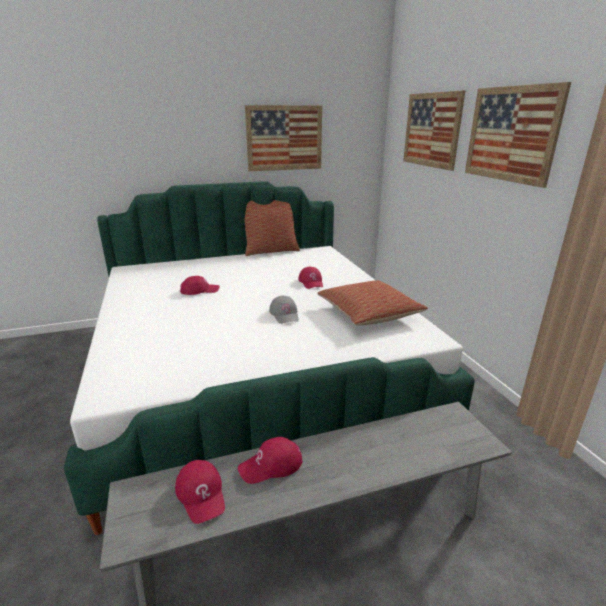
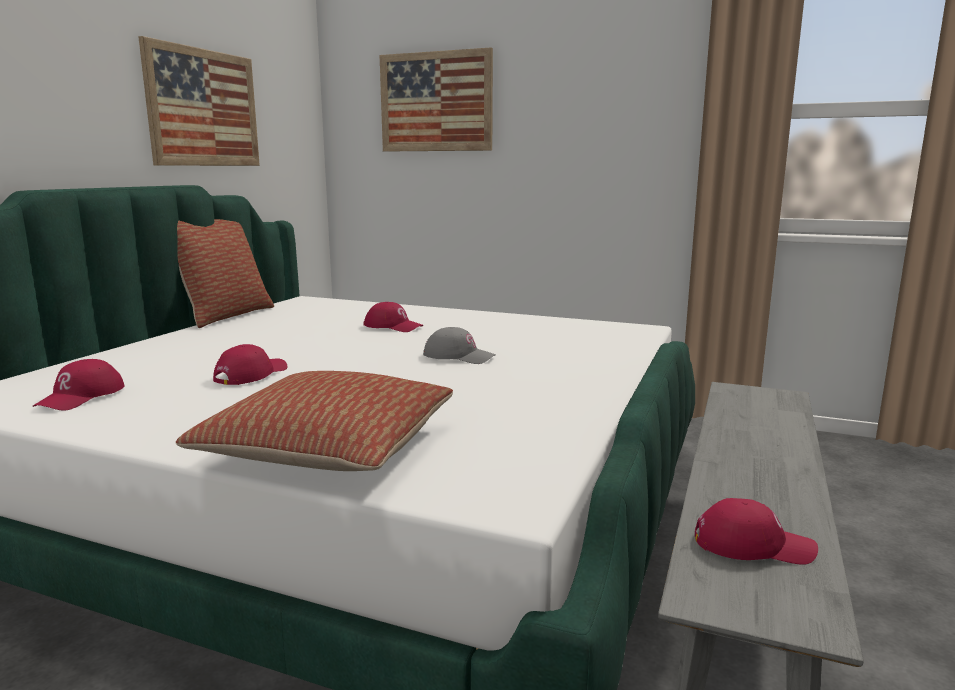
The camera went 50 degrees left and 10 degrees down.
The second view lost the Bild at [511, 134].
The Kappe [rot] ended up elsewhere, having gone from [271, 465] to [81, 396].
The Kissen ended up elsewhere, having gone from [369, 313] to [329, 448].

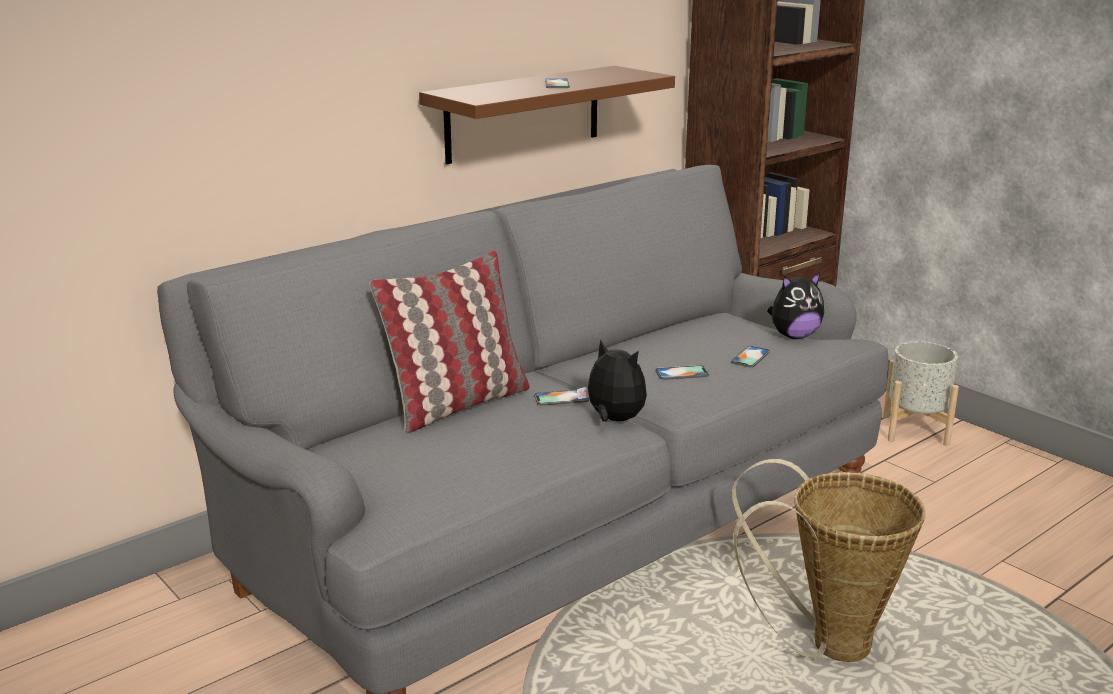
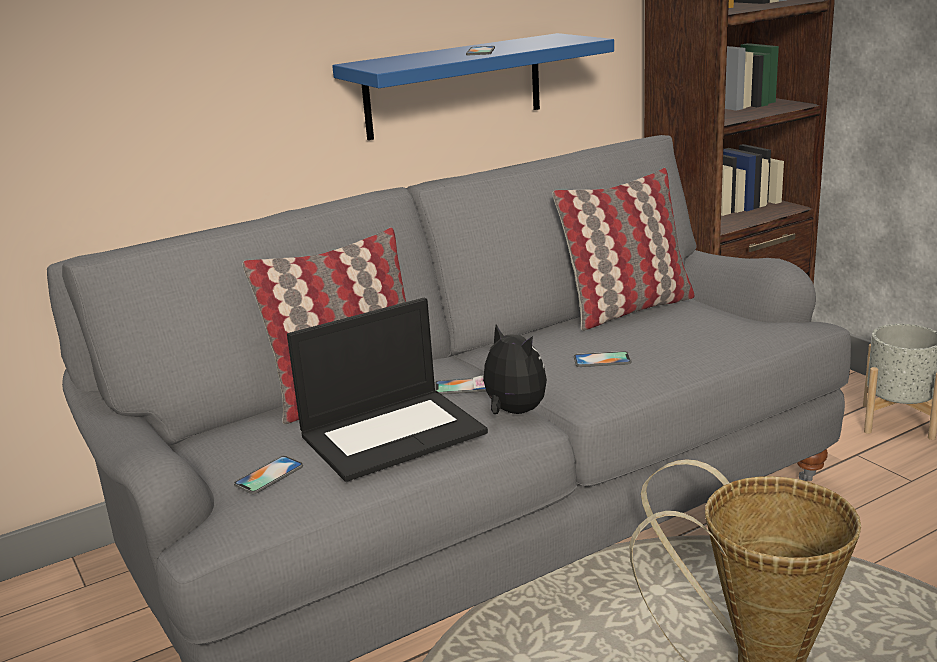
The camera went 10 degrees right and 0 degrees up.
The second view lost the Plüschtier at [794, 336].
The second view gained the Laptop at [393, 433].
The second view gained the Kissen at [627, 309].
The Handy ended up elsewhere, having gone from [750, 357] to [269, 475].
What was the Wandregal [braun] at [523, 114] turned into the Wandregal [blau] at [454, 86].

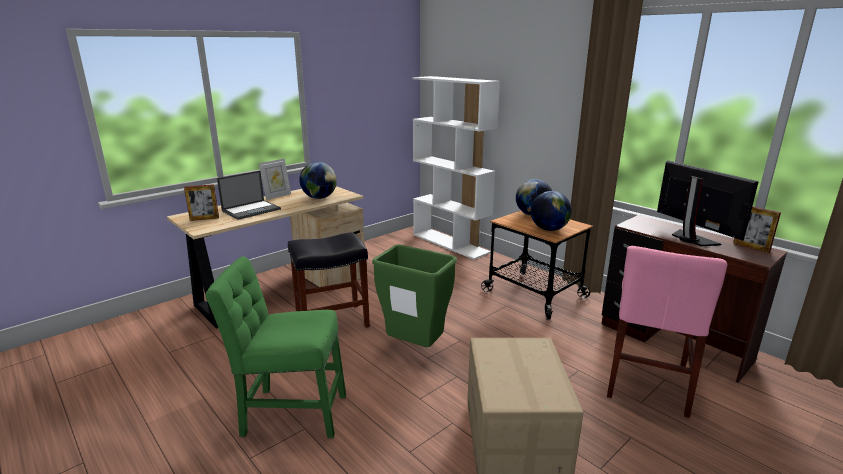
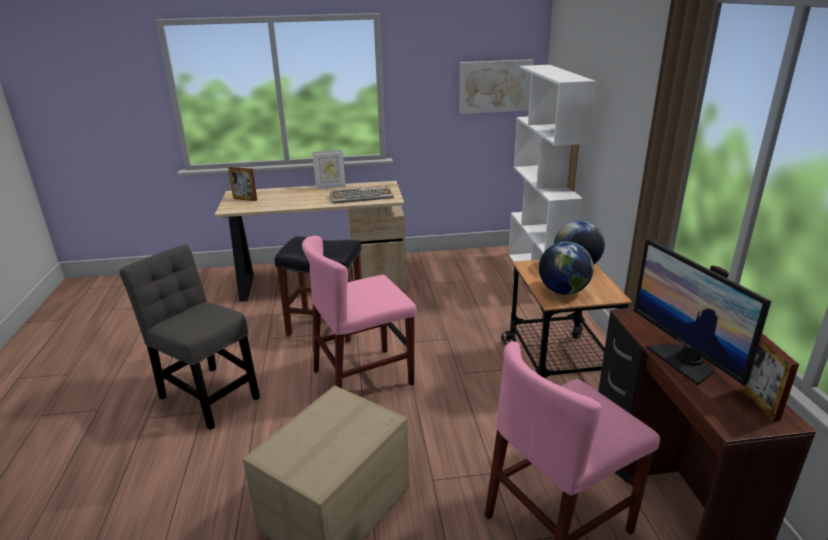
The camera went 35 degrees right and 5 degrees up.
The second view lost the Laptop at [252, 210].
The second view gained the Bild at [495, 86].
Where the Globus stood at [319, 197], the Tastatur came to stand at [362, 196].
Where the Mülleimer [grün] stood at [414, 347], the Stuhl [rosa] came to stand at [363, 377].
What was the Stuhl [grün] at [289, 413] turned into the Stuhl [grau] at [207, 395].
The Monitor at [691, 239] ended up facing another way, 150 degrees clockwise from before.

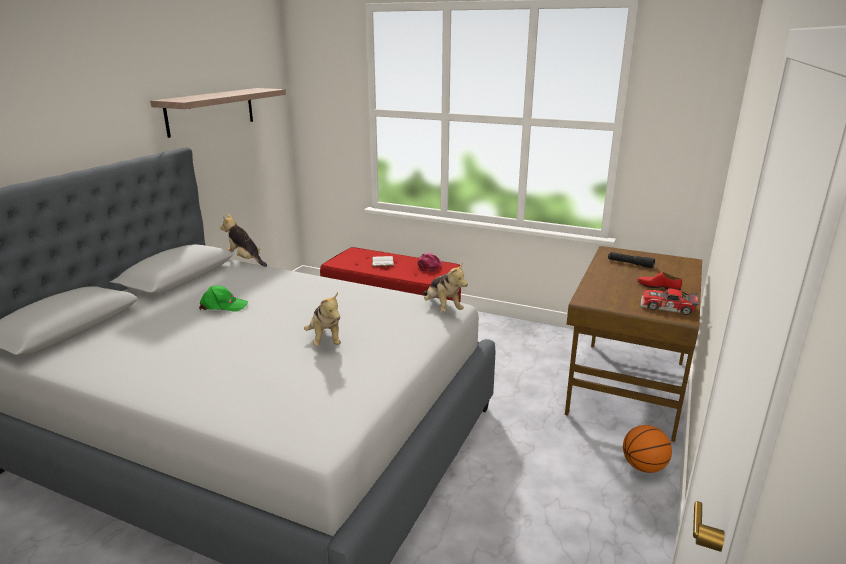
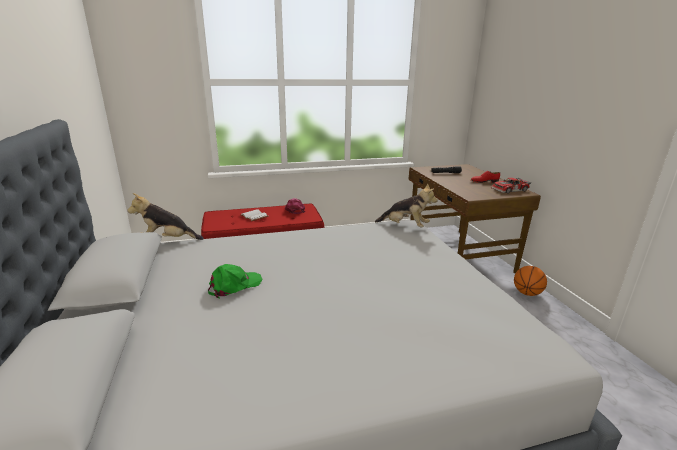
The camera went 40 degrees left and 0 degrees up.
The second view lost the Wandregal at [211, 111].
The second view lost the Plüschtier at [325, 340].

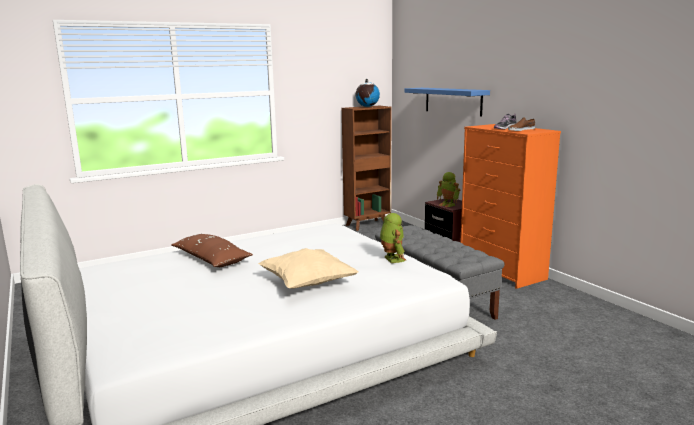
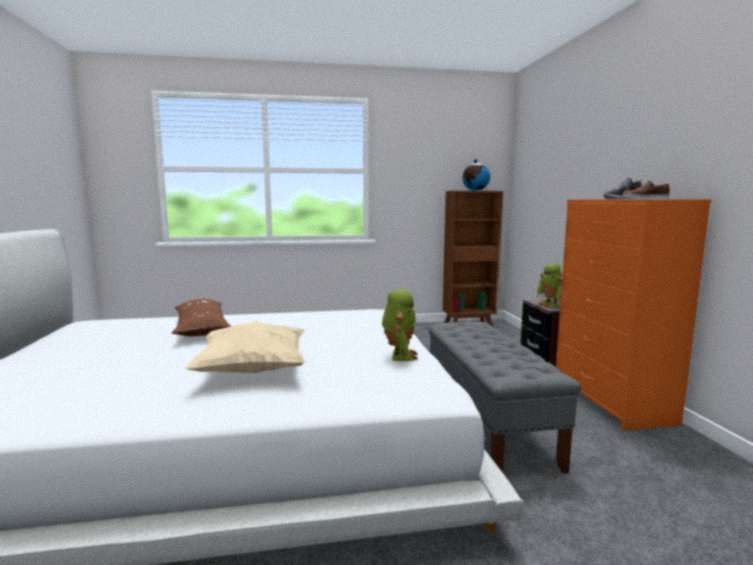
The camera went 20 degrees right and 5 degrees down.
The second view lost the Wandregal [blau] at [453, 101].

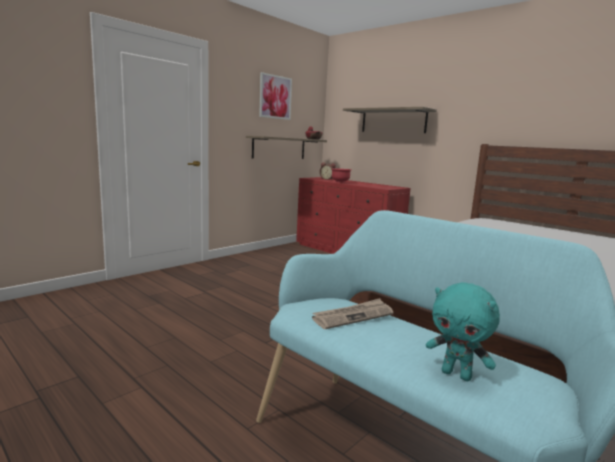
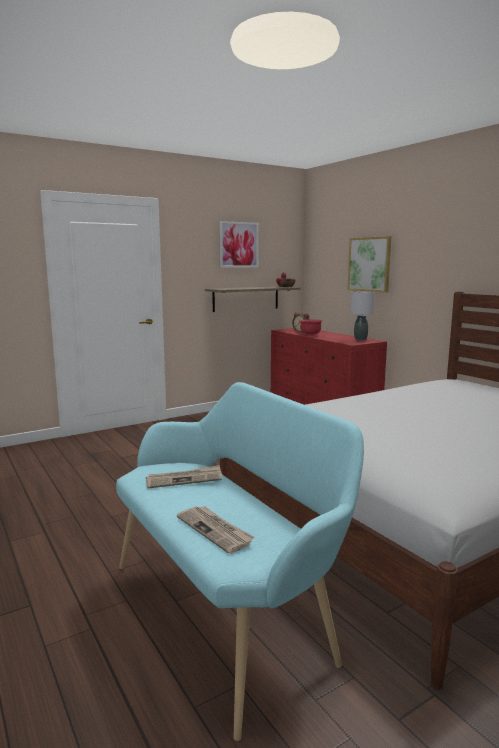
The camera went 15 degrees right and 0 degrees up.
The second view gained the Tischlampe [grau] at [360, 339].
Where the Wandregal hung at [393, 121], the Bild came to hang at [369, 264].
Where the Plüschtier [türkis] stood at [457, 375], the Zeitung came to stand at [215, 530].

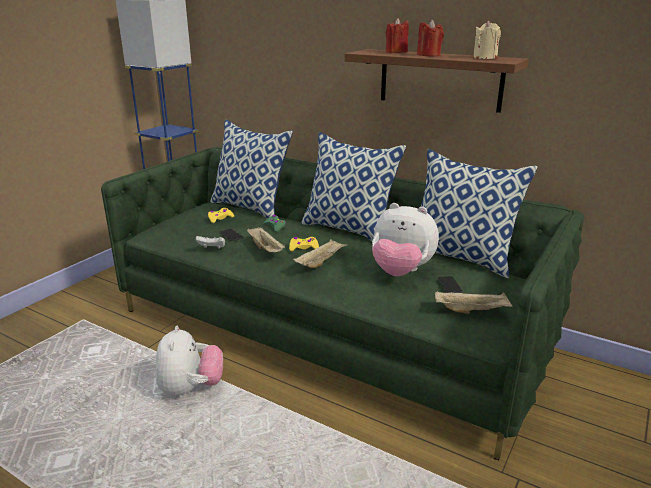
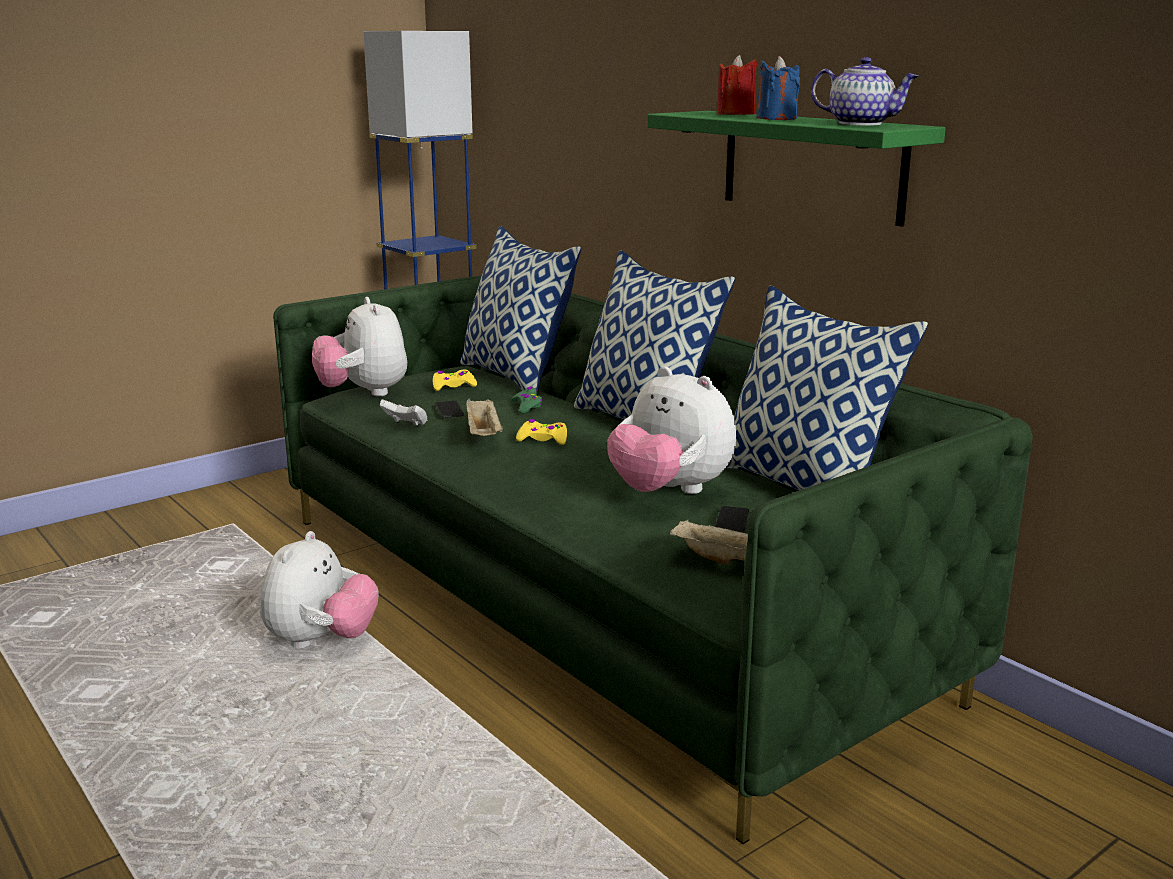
The camera went 20 degrees right and 5 degrees down.
The second view lost the Tablett [beige] at [320, 262].
The second view gained the Plüschtier at [364, 393].
Where the Kerze [beige] stood at [485, 58], the Teekanne came to stand at [861, 124].
What was the Wandregal [braun] at [440, 80] turned into the Wandregal [grün] at [812, 165].
What was the Kerze [rot] at [428, 55] turned into the Kerze [blau] at [776, 118].

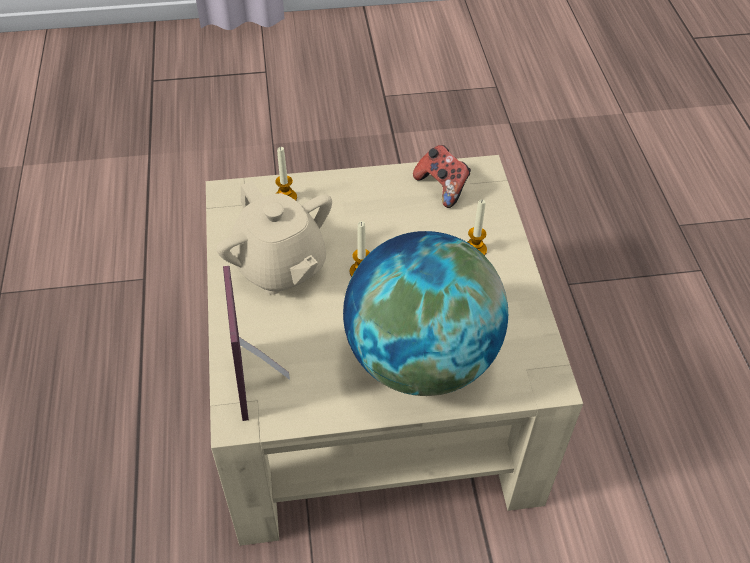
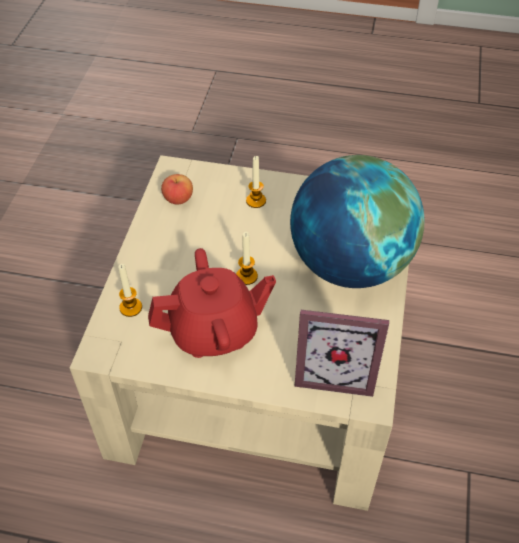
The camera went 70 degrees left and 0 degrees up.
Where the Gamepad stood at [442, 187], the Apfel came to stand at [178, 199].
What was the Teekanne [beige] at [280, 266] turned into the Teekanne [rot] at [214, 331].

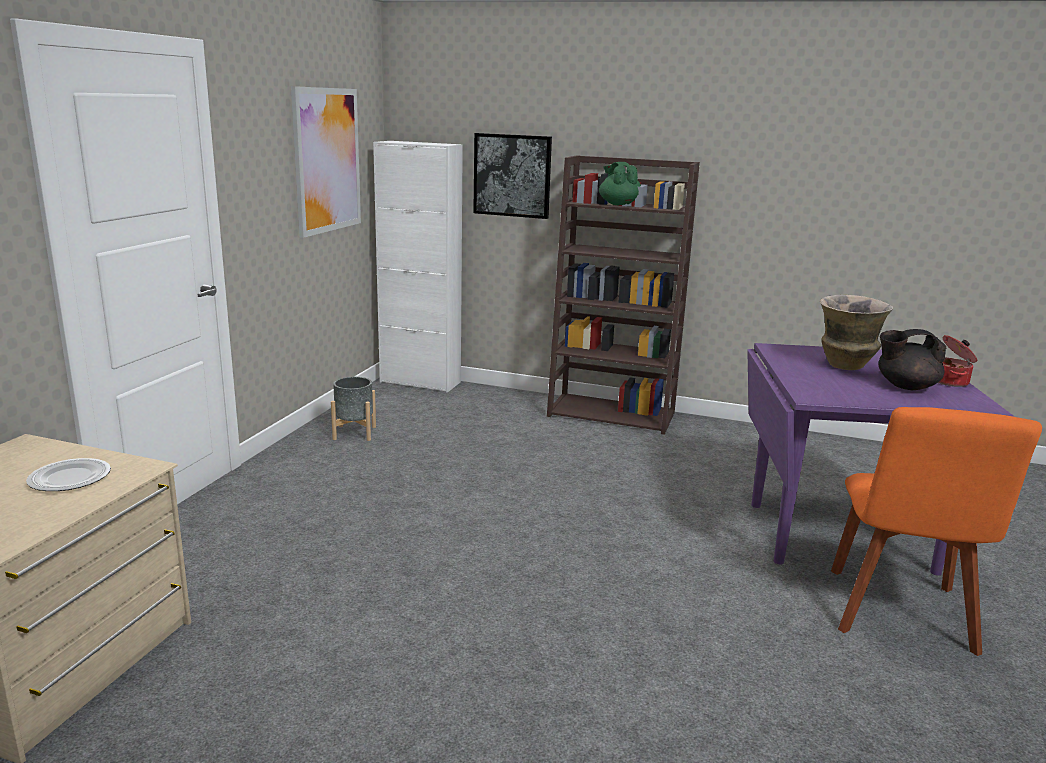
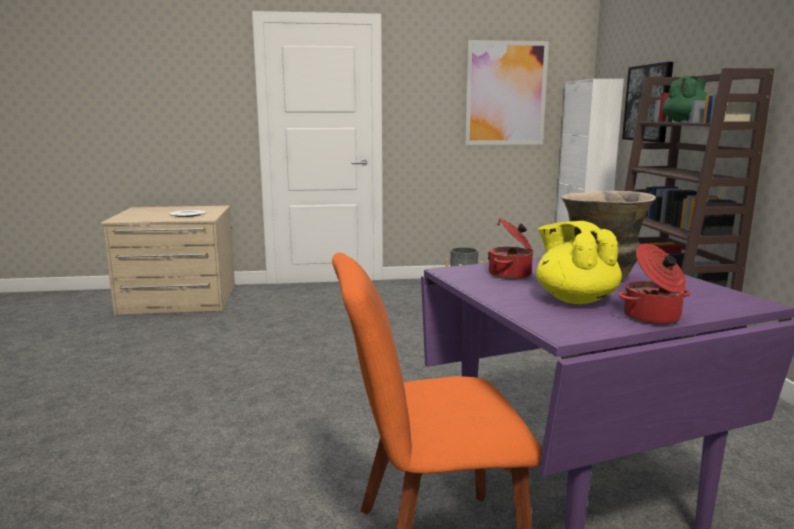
The camera went 65 degrees right and 5 degrees down.
The second view gained the Kochtopf at [511, 274].
What was the Teekanne [schwarz] at [905, 386] turned into the Teekanne [gelb] at [574, 299].

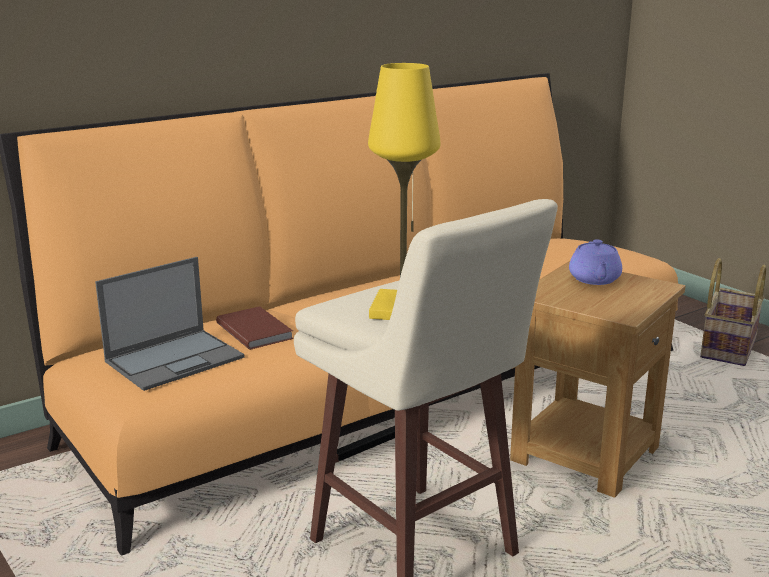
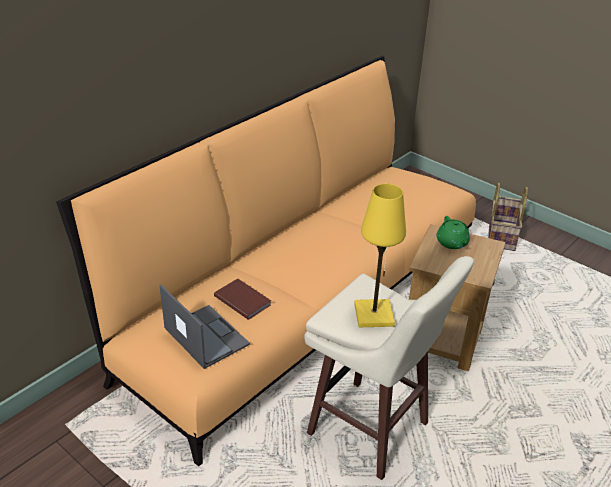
The camera went 15 degrees left and 15 degrees up.
What was the Teekanne [lila] at [594, 279] turned into the Teekanne [grün] at [452, 243].
The Laptop at [176, 359] ended up facing another way, 75 degrees counterclockwise from before.

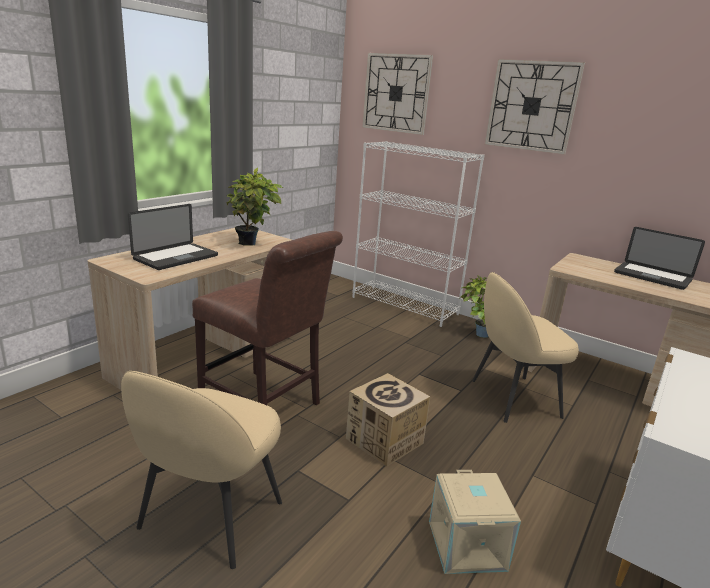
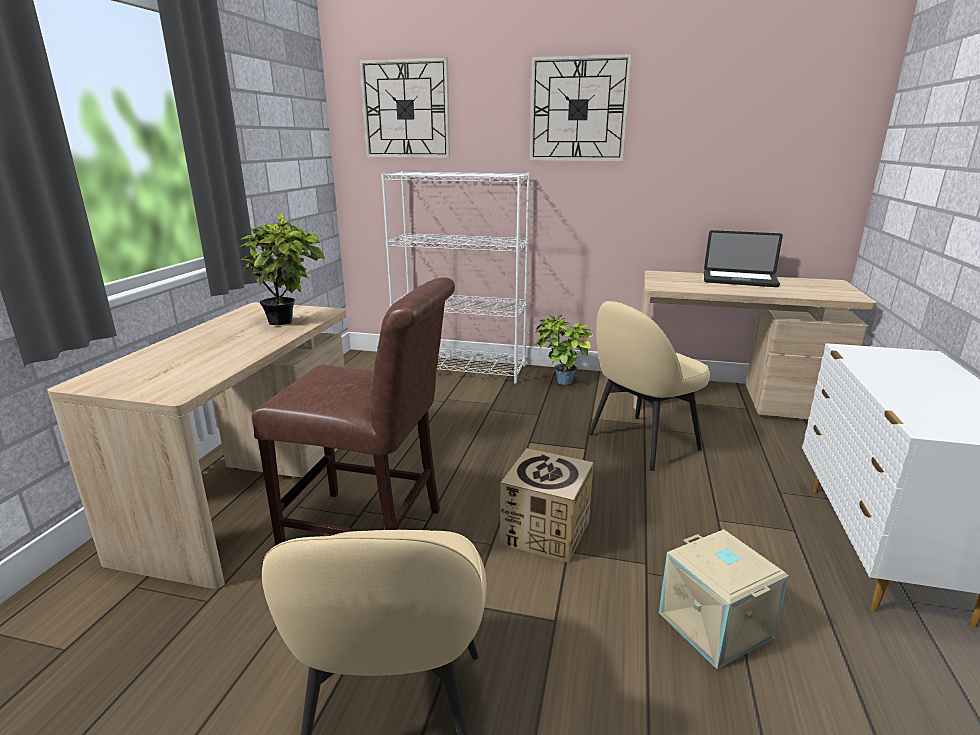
The camera went 20 degrees left and 0 degrees up.
The second view lost the Laptop at [176, 258].

